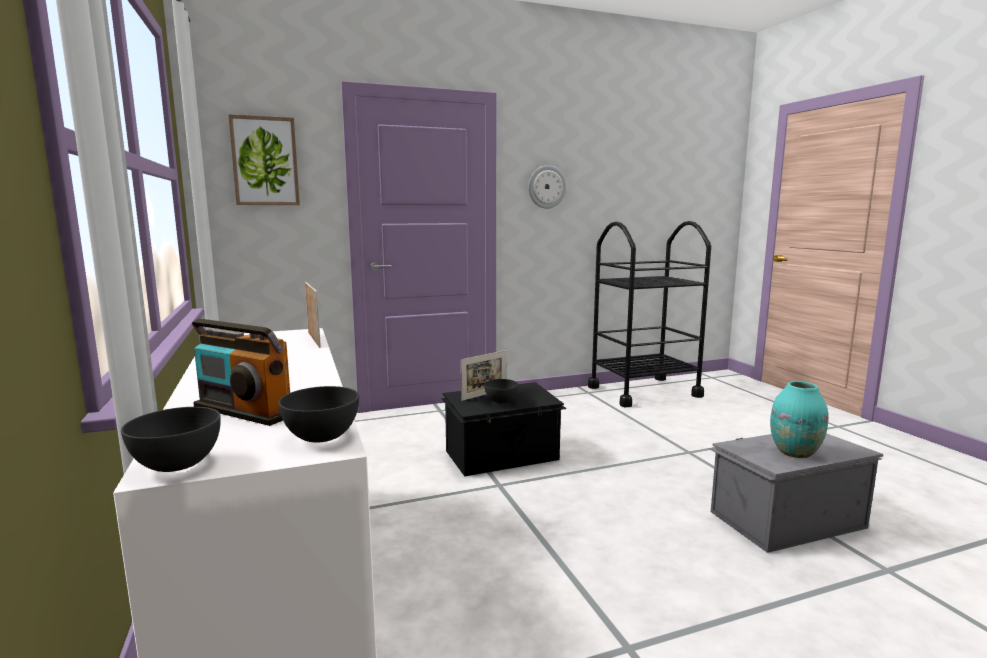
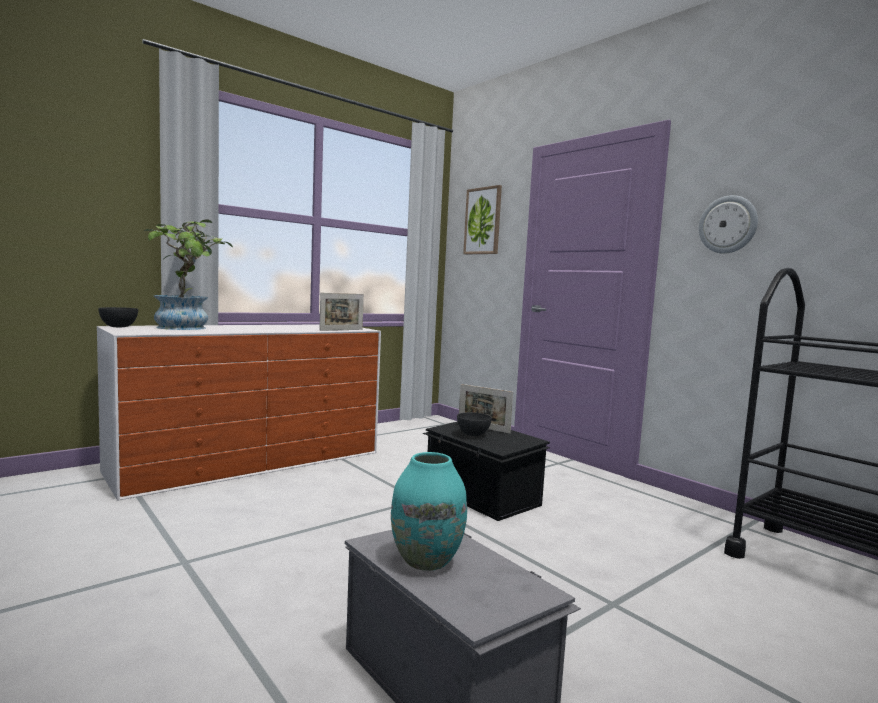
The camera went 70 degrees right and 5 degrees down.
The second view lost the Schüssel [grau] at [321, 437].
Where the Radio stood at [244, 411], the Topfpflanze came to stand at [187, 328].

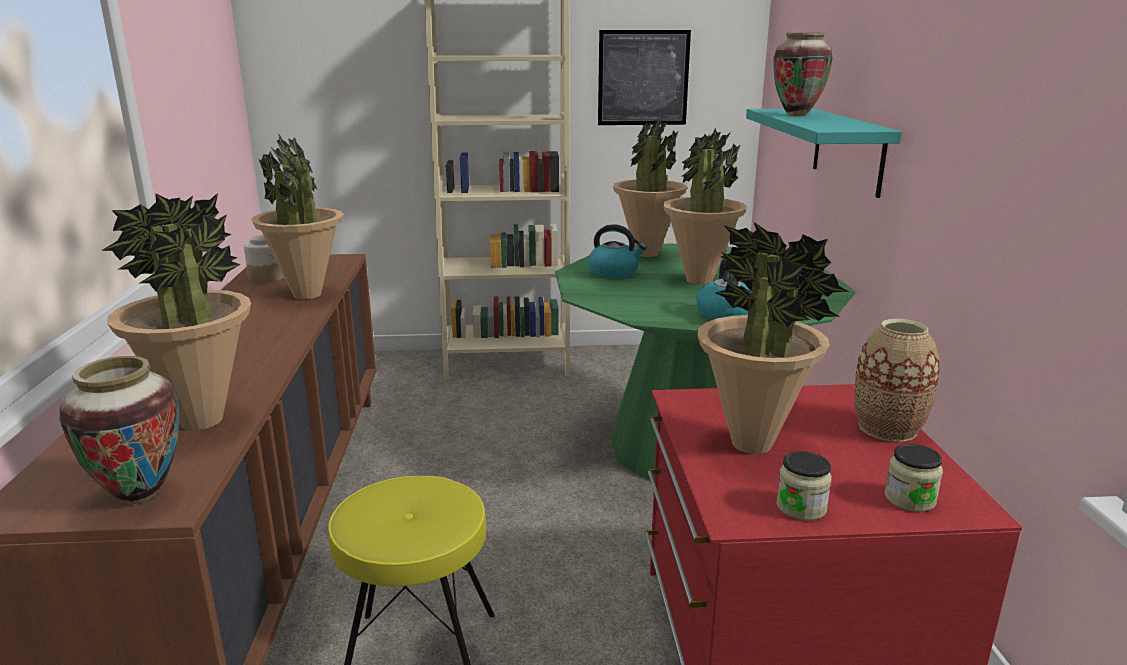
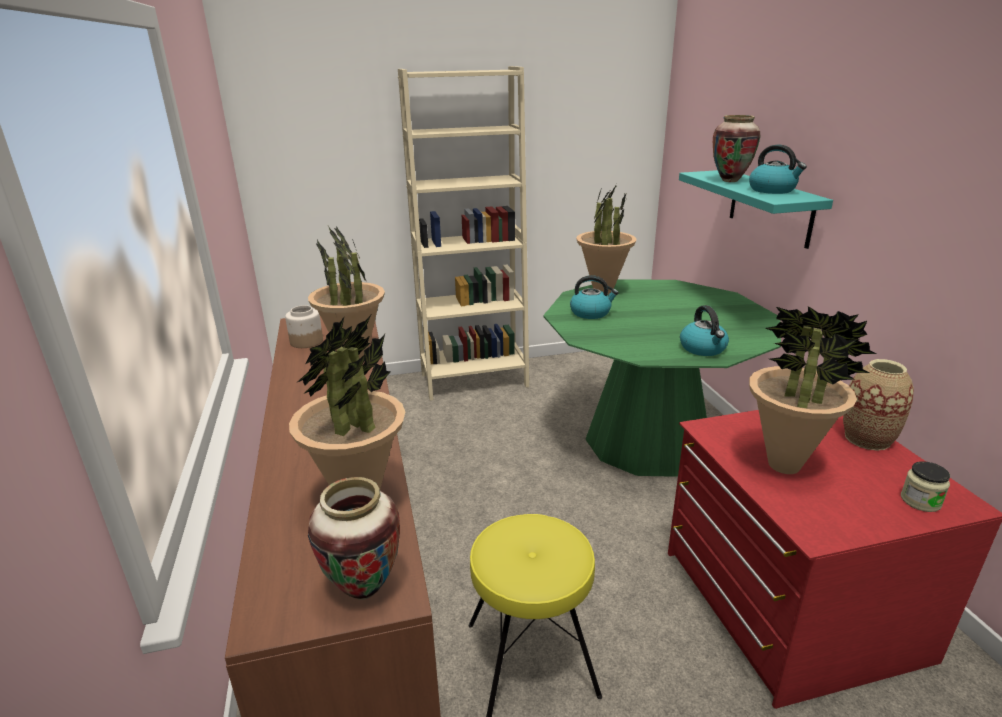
The camera went 10 degrees left and 5 degrees up.
The second view lost the Bild at [643, 78].
The second view lost the Topfpflanze at [699, 280].
The second view lost the Vorratsglas at [801, 507].
The second view gained the Wasserkessel at [773, 190].

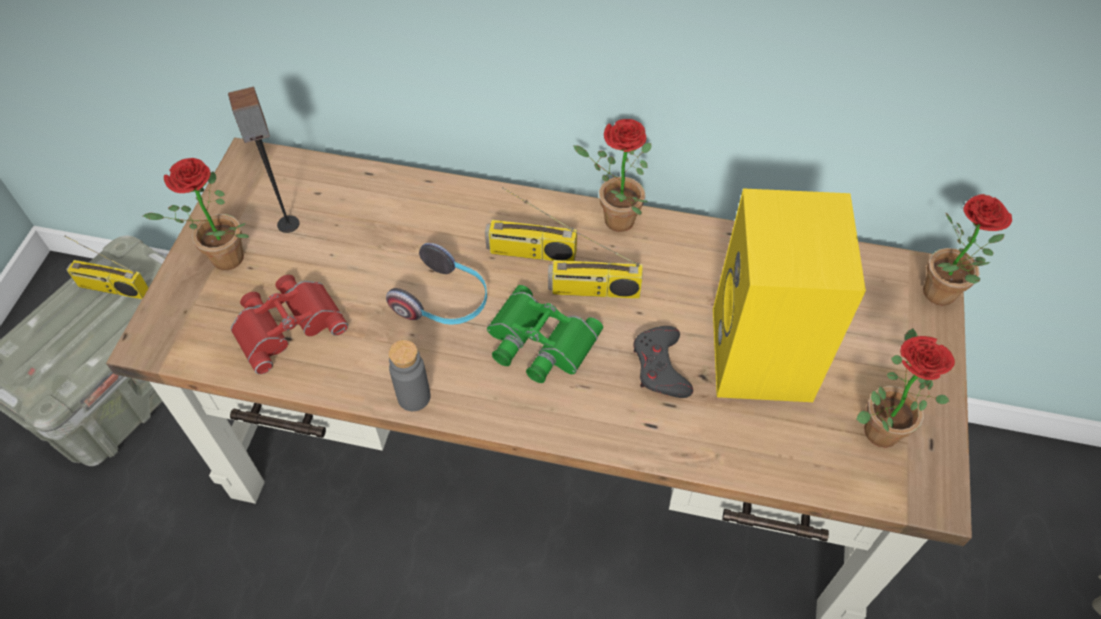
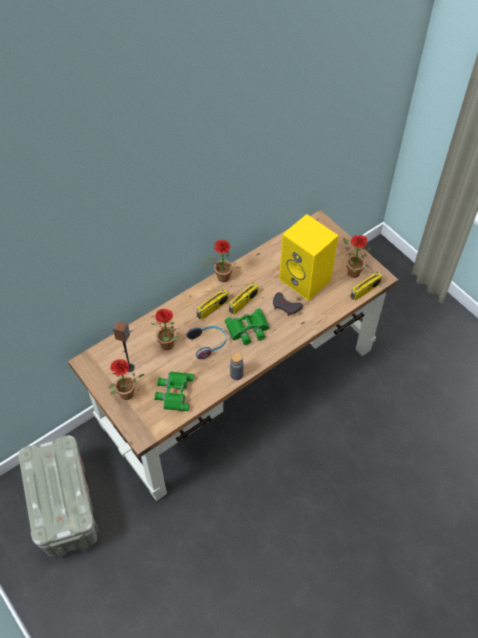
The camera went 50 degrees left and 0 degrees up.
The Radio ended up elsewhere, having gone from [111, 288] to [365, 290].
The Topfpflanze ended up elsewhere, having gone from [942, 298] to [170, 346].
What was the Fernglas [rot] at [287, 323] turned into the Fernglas [grün] at [174, 392].

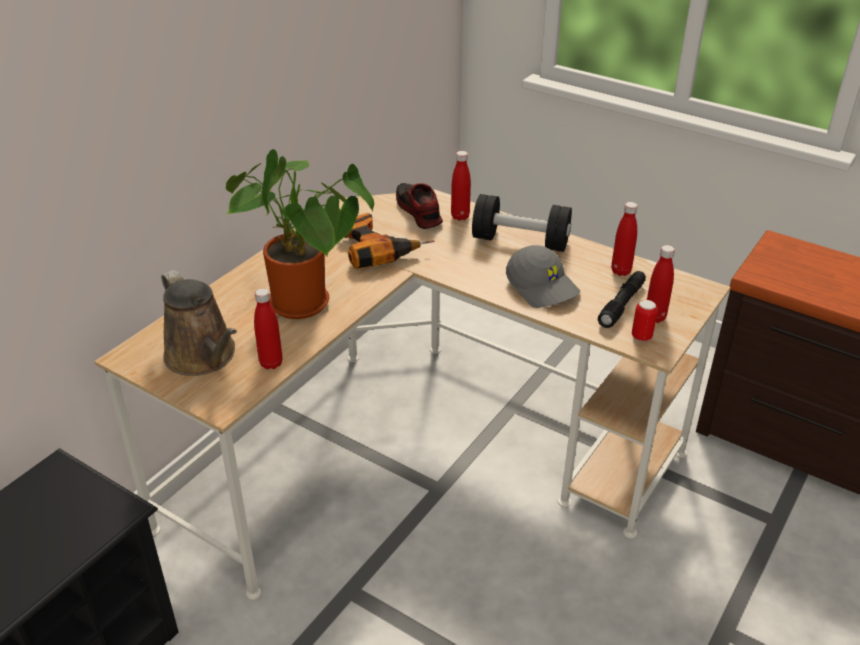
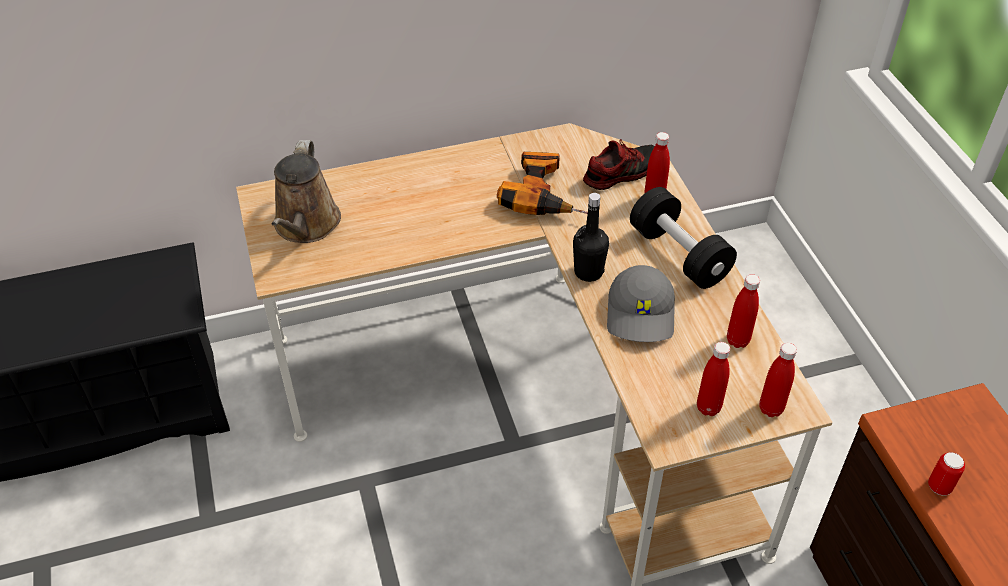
The camera went 40 degrees right and 10 degrees up.
The second view lost the Topfpflanze at [306, 305].
The second view lost the Taschenlampe [schwarz] at [622, 305].
The second view gained the Flasche [schwarz] at [588, 272].
The Flasche [rot] ended up elsewhere, having gone from [271, 363] to [770, 409].
The Dose ended up elsewhere, having gone from [641, 337] to [939, 486].
The Schuh at [418, 212] ended up facing another way, 45 degrees clockwise from before.

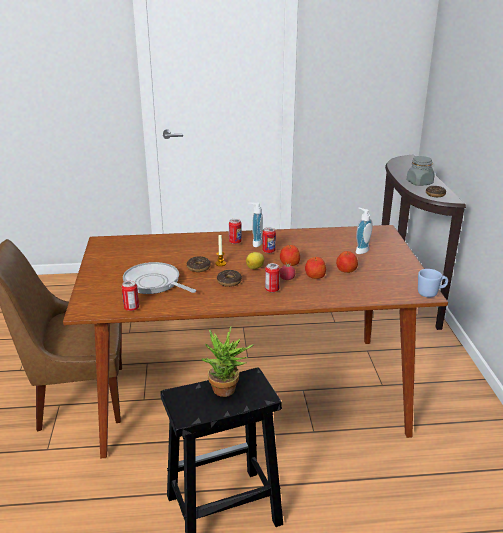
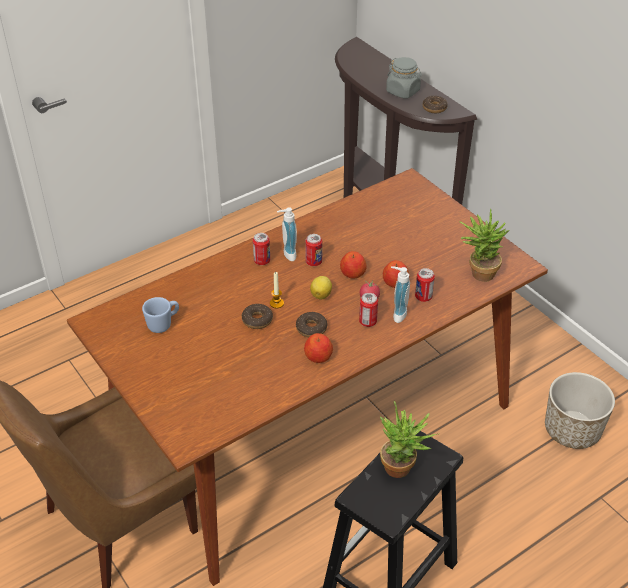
The camera went 30 degrees left and 15 degrees up.
The second view lost the Pfanne at [154, 283].
The second view gained the Topfpflanze at [478, 272].
The second view gained the Pflanzkübel at [572, 430].
The Dose ended up elsewhere, having gone from [131, 308] to [423, 297].
The Apfel ended up elsewhere, having gone from [346, 270] to [318, 357].
The Seifenspender ended up elsewhere, having gone from [360, 250] to [397, 314].
The Henkelbecher [blau] ended up elsewhere, having gone from [431, 293] to [163, 324].

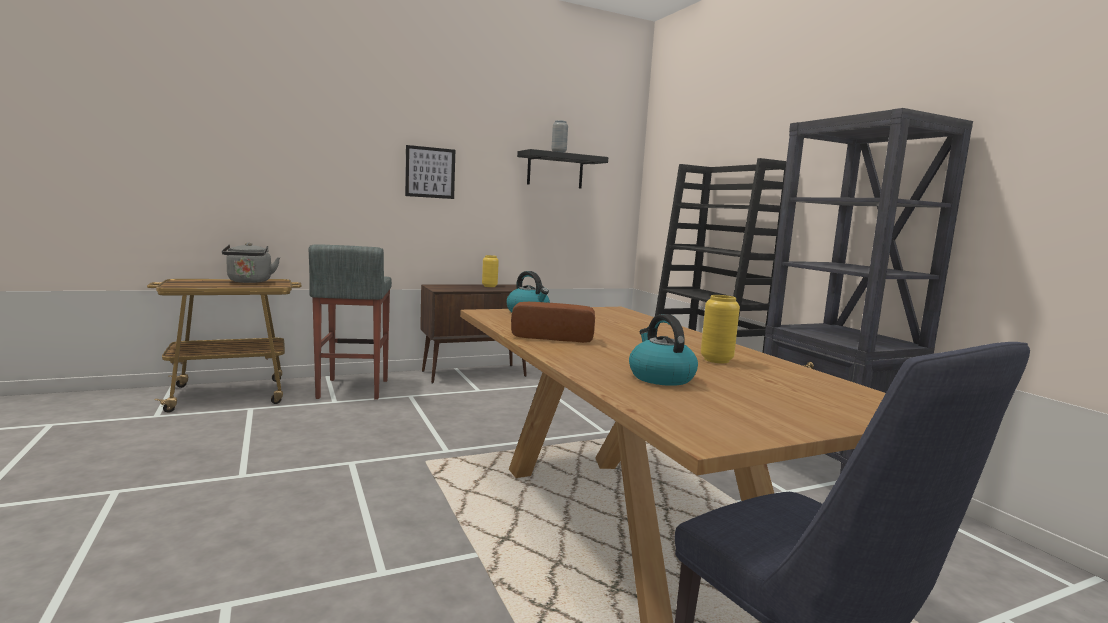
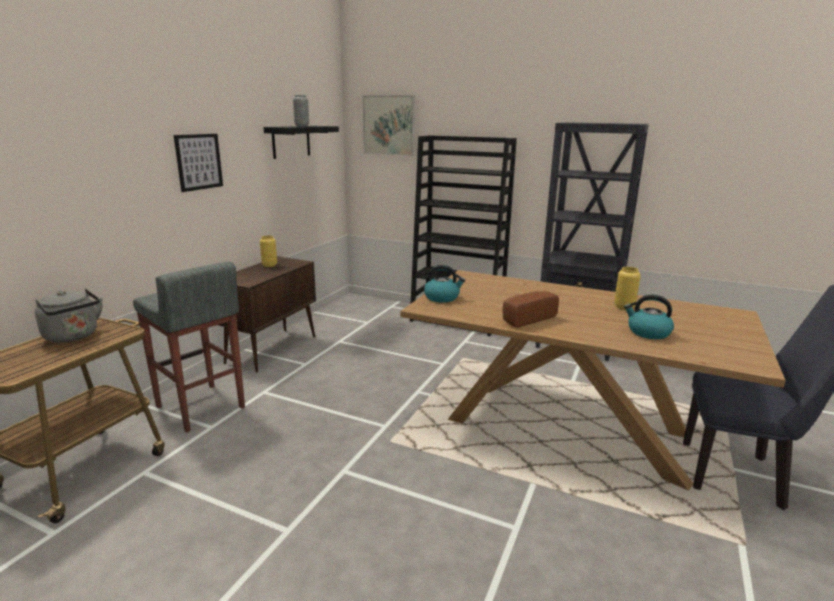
The camera went 40 degrees left and 10 degrees up.
The second view gained the Bild at [389, 125].

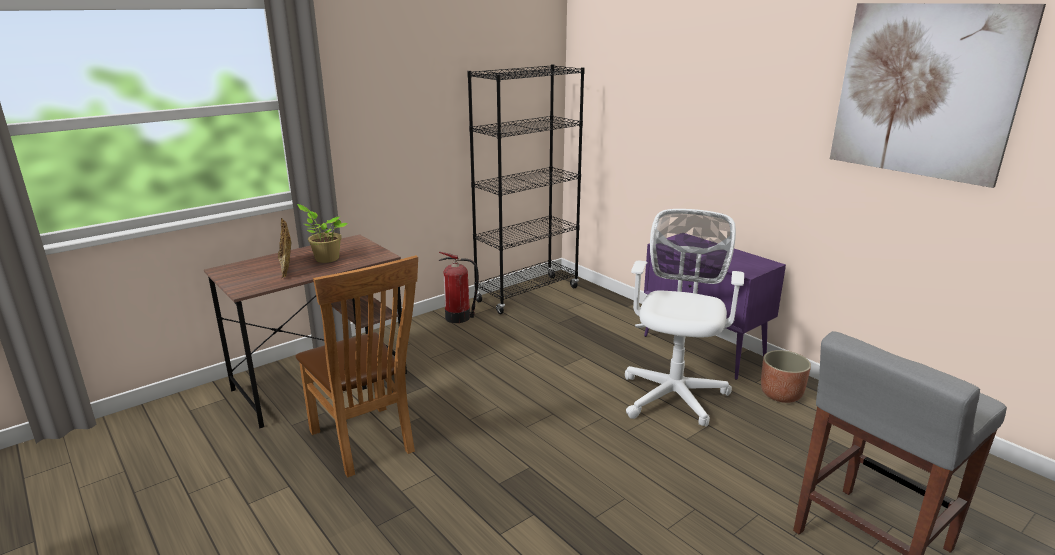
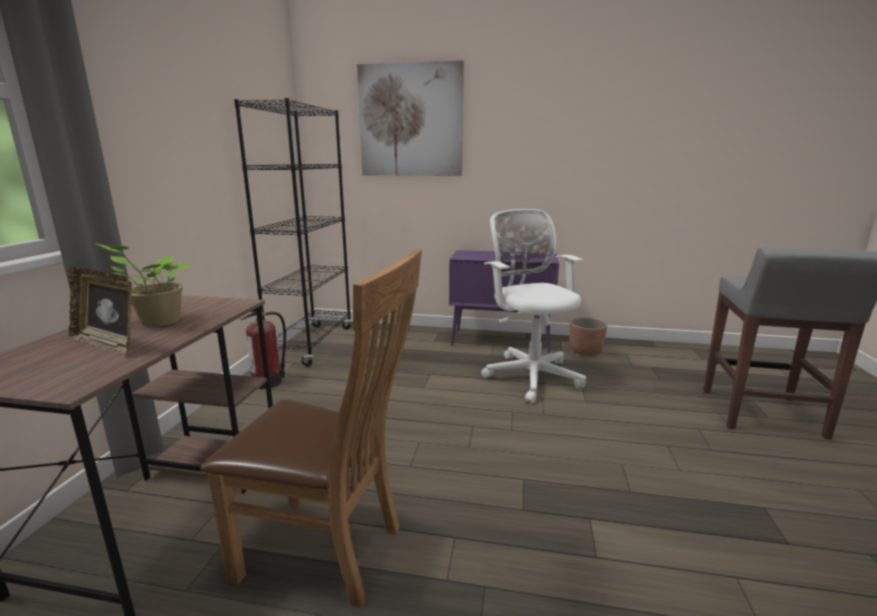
The camera went 40 degrees left and 5 degrees down.
The Bild ended up elsewhere, having gone from [924, 91] to [410, 121].

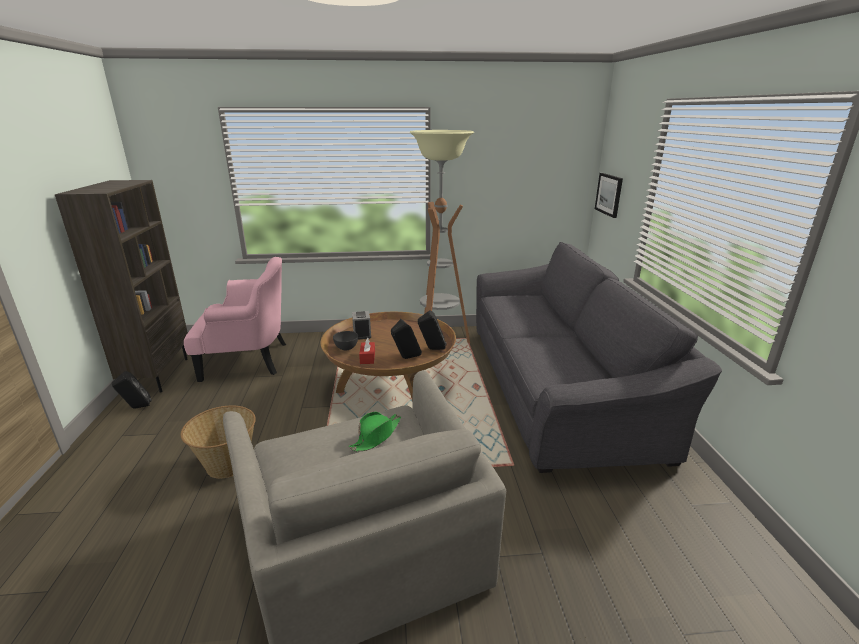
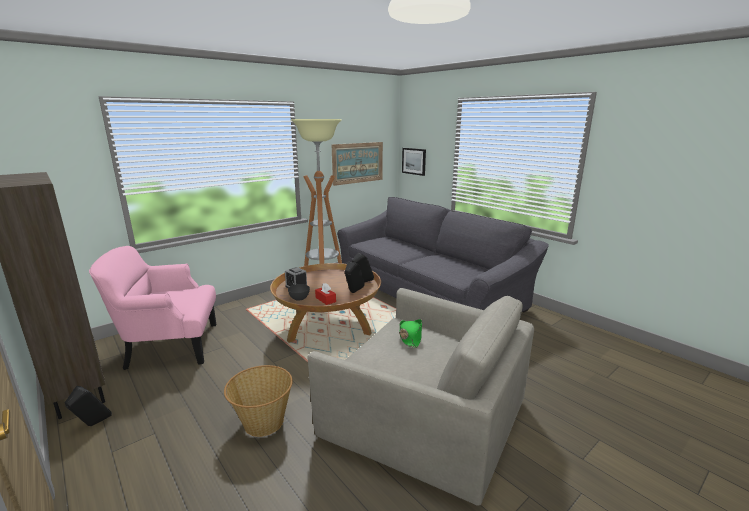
The camera went 35 degrees left and 5 degrees down.
The second view gained the Bild at [358, 163].
The Sessel [rosa] at [248, 360] ended up facing another way, 150 degrees counterclockwise from before.

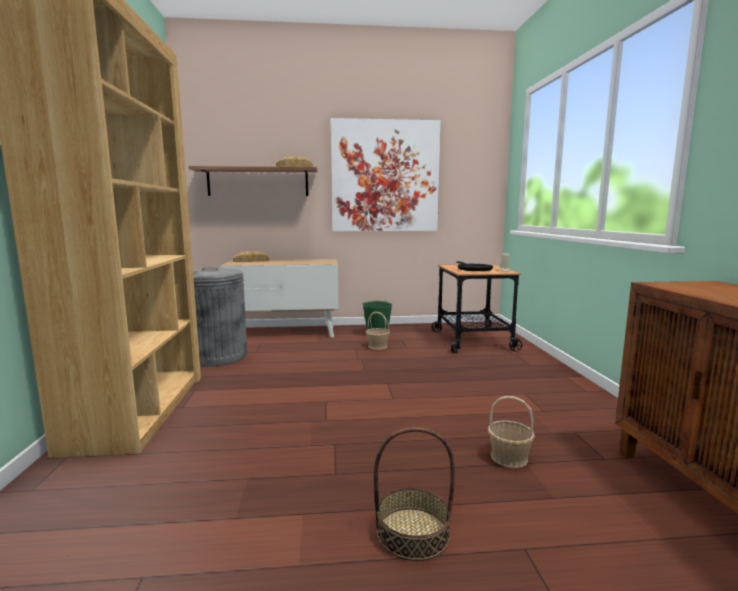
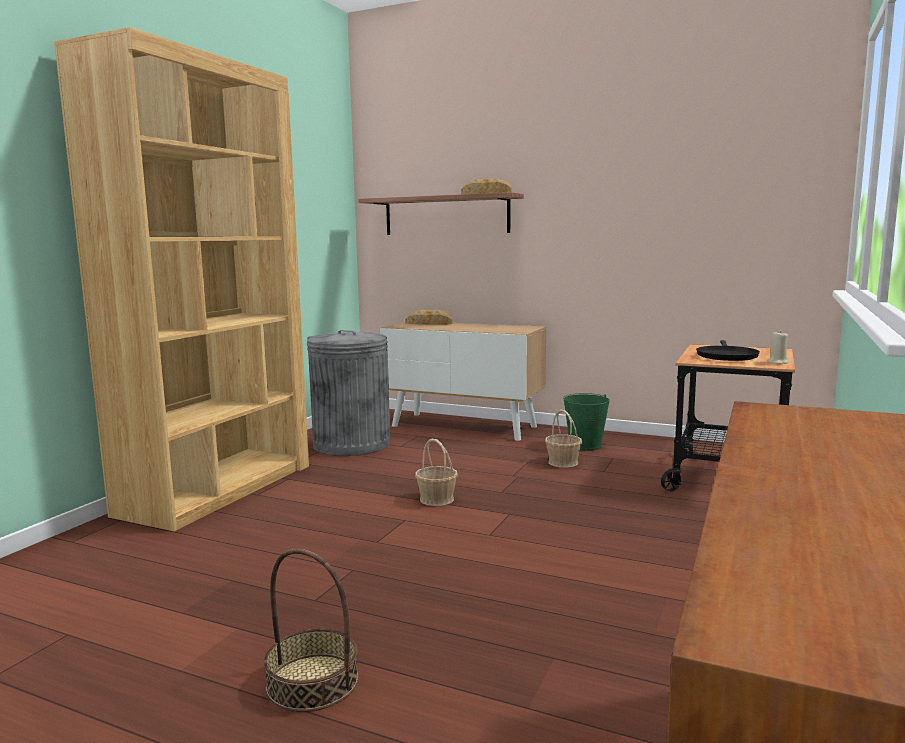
The camera went 30 degrees right and 0 degrees up.
The second view lost the Bild at [385, 176].
The Korb ended up elsewhere, having gone from [509, 457] to [436, 499].

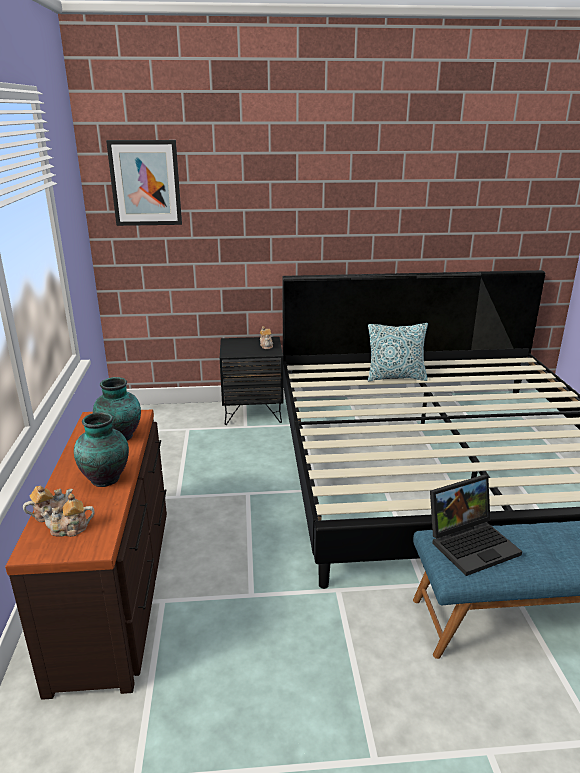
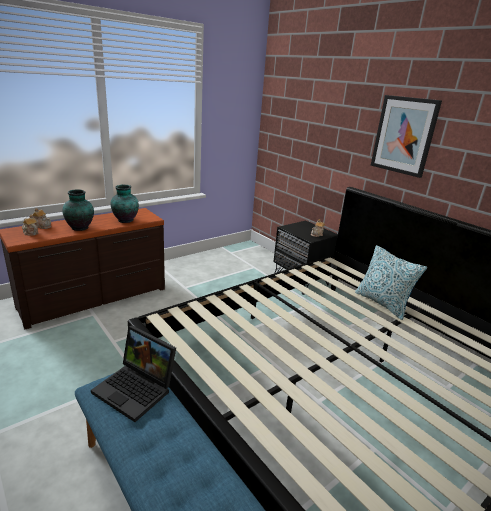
The camera went 55 degrees right and 0 degrees up.
The Bild ended up elsewhere, having gone from [145, 183] to [404, 135].

